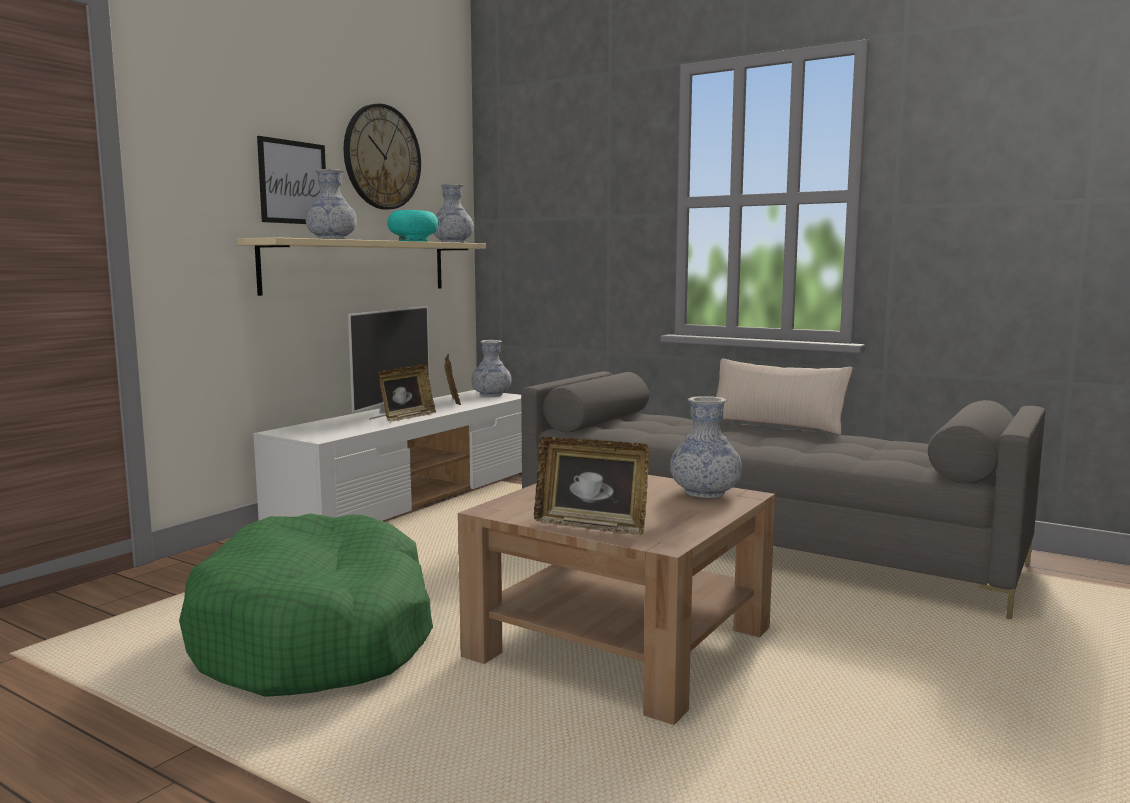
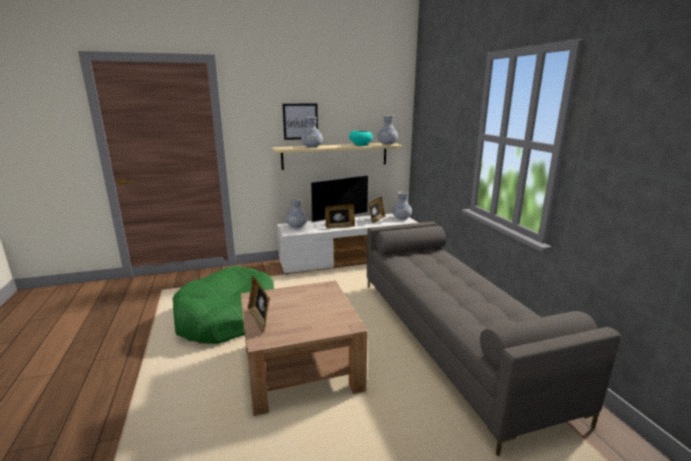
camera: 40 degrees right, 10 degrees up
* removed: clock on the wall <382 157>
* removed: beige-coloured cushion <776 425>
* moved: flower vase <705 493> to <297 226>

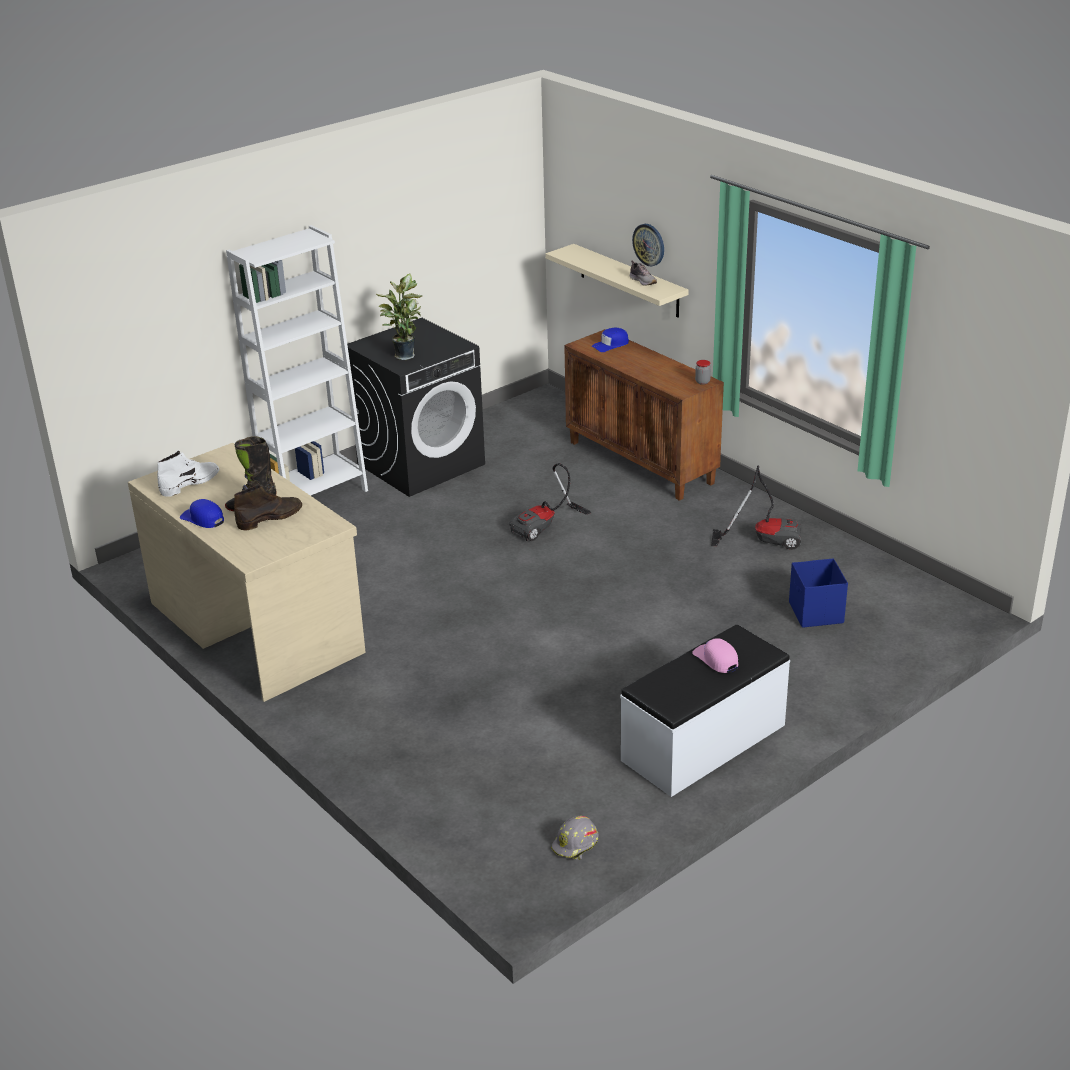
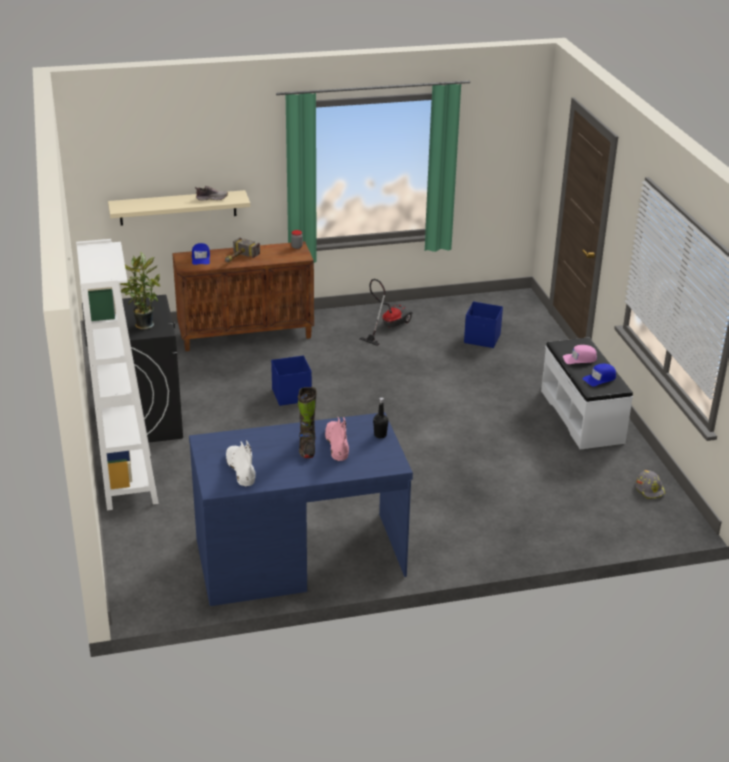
camera: 65 degrees left, 0 degrees up
* removed: clock on the wall <649 244>
* recoloured: beige-coloured desk <256 626> to blue-coloured desk <299 557>
* replaced: vacuum <546 527> to blue-coloured storage bin <291 395>
* recoloured: brown boot <270 517> to pinkish boot <336 444>
* moved: blue-coloured baseball cap <203 519> to <599 379>
* added: tool hammer <238 258>
* added: black bottle <380 435>

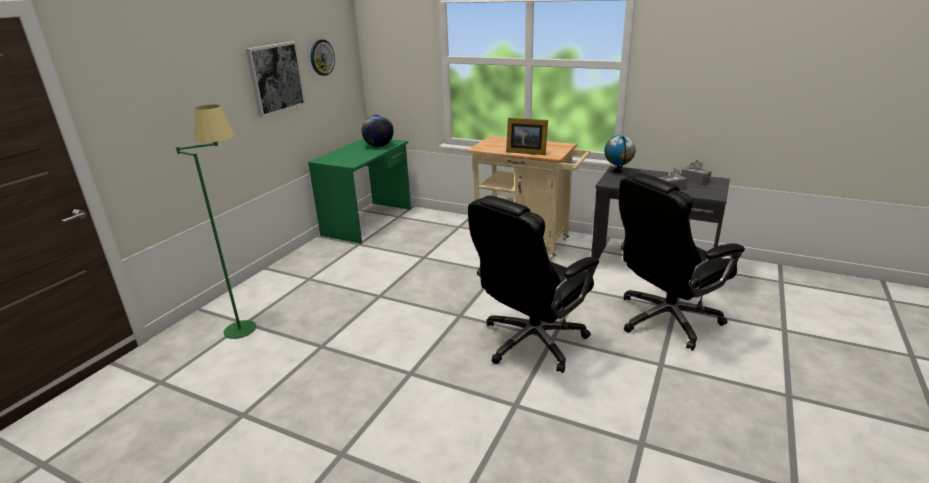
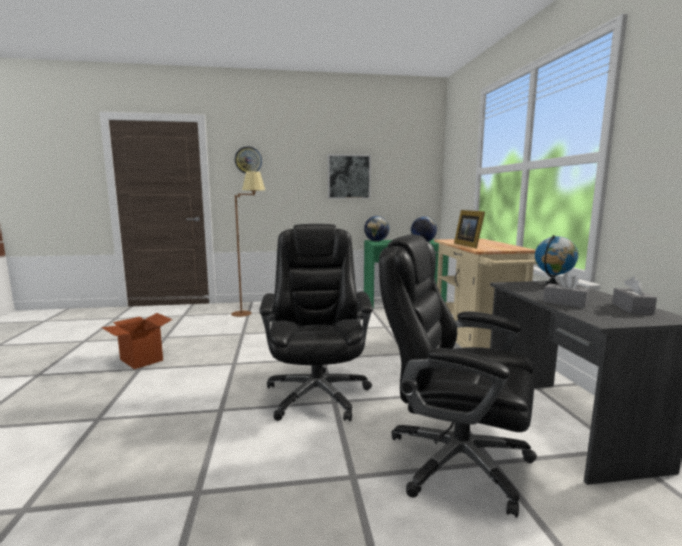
camera: 55 degrees right, 15 degrees down
* moved: clock on the wall <322 57> to <248 160>
* recoloured: green-coloured floor lamp <248 321> to brown floor lamp <250 312>
* turned: black office chair <531 342> = <317 394> 75 degrees clockwise
* added: world globe <376 241>
* added: cardboard box <141 360>

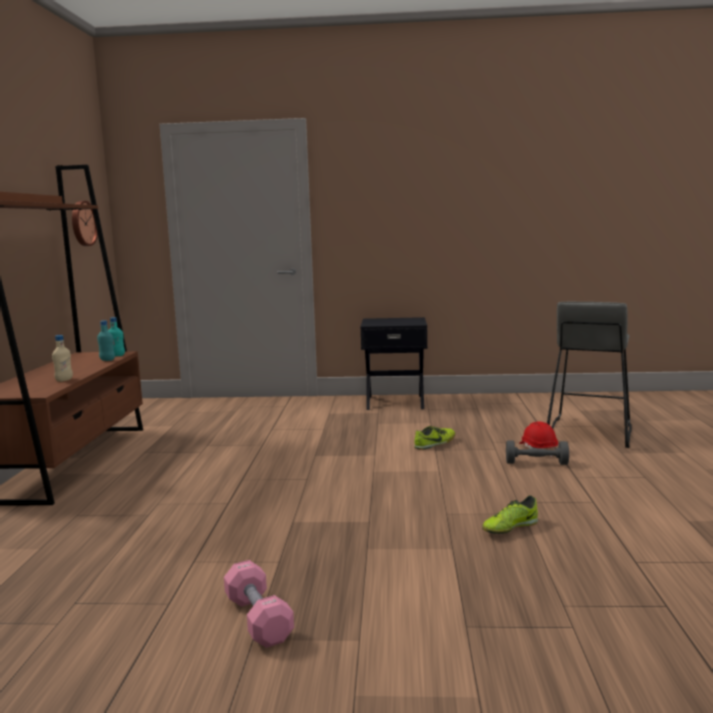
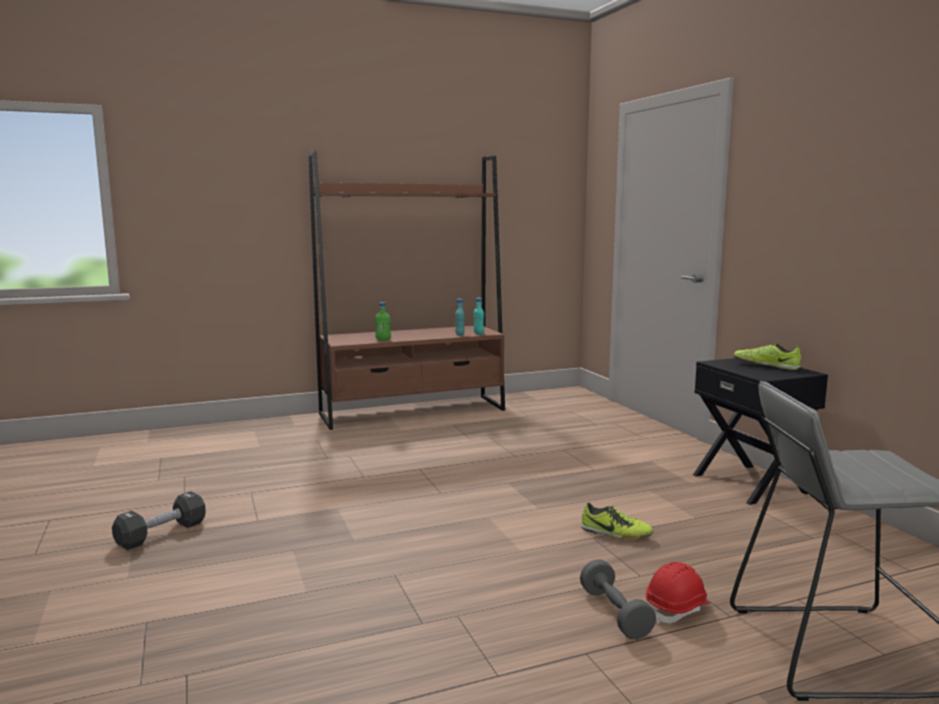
camera: 65 degrees right, 0 degrees up
* removed: clock on the wall <82 223>
* recoloured: beige-coloured bottle <64 380> to green-coloured bottle <383 339>
* moved: low shoe <509 528> to <766 365>
* recoloured: pinkish free weight <258 619> to black free weight <161 534>

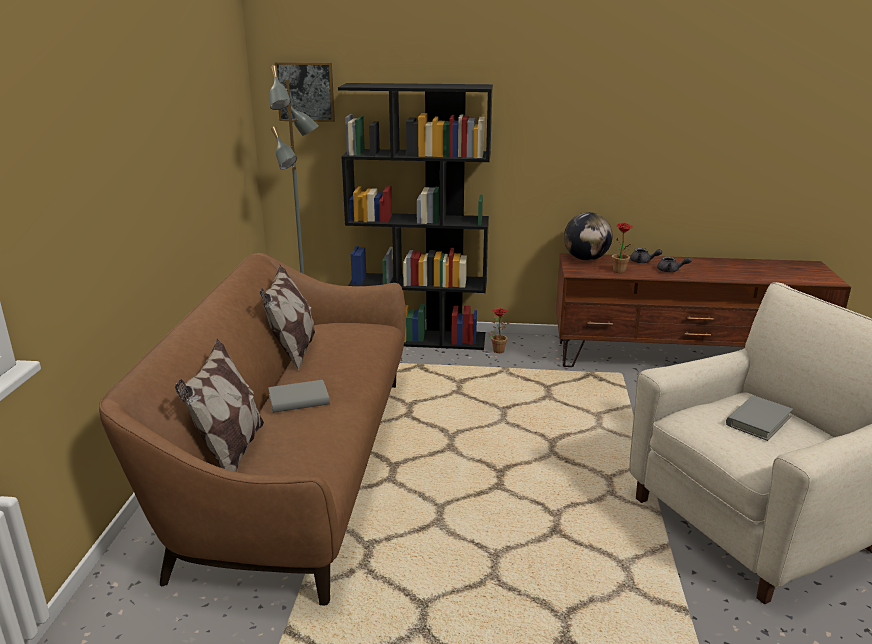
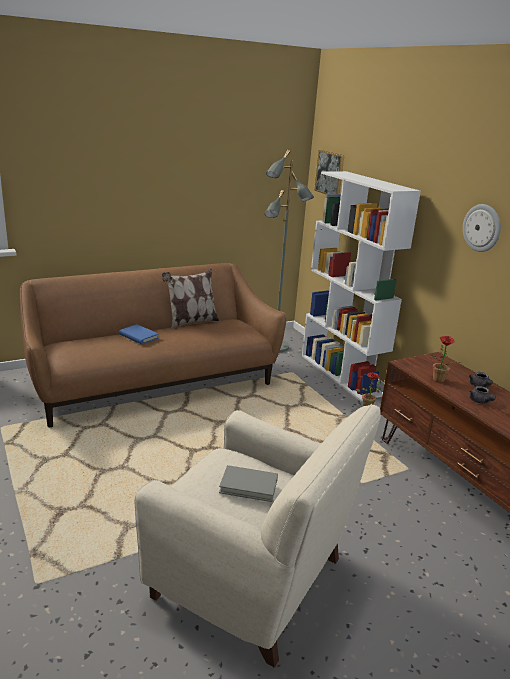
camera: 55 degrees right, 0 degrees up
* recoloured: black bookcase <420 338> to whitish bookcase <341 375>
* removed: world globe <586 259>
* removed: cushion <230 453>
* recoloured: gray volume <299 400> to blue-coloured volume <138 336>
* added: clock on the wall <482 228>

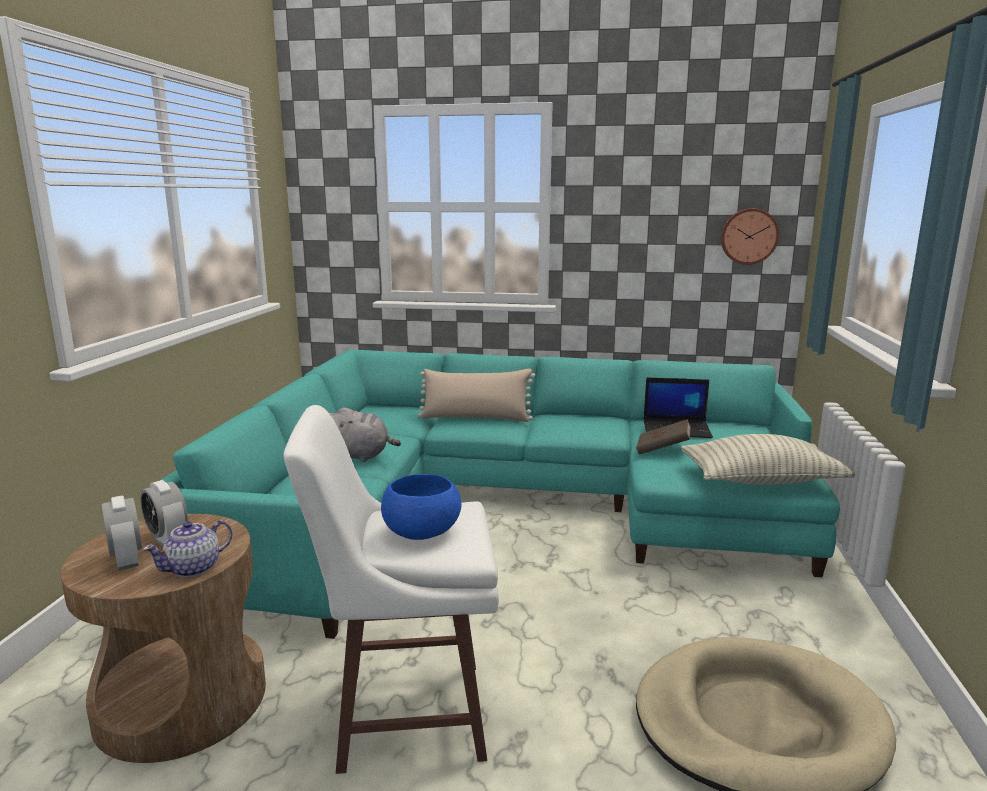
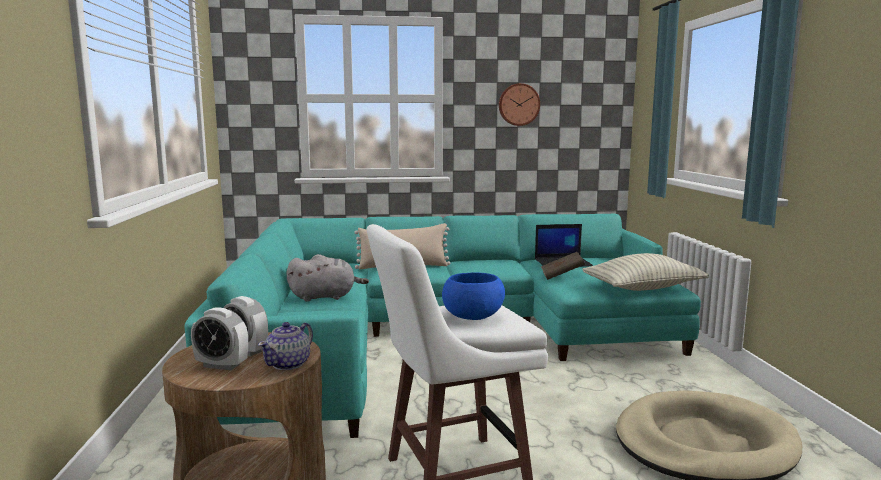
camera: 15 degrees left, 5 degrees down
* moved: clock on the wall <748 236> to <518 104>
* turned: table clock <127 560> = <221 365> 150 degrees clockwise

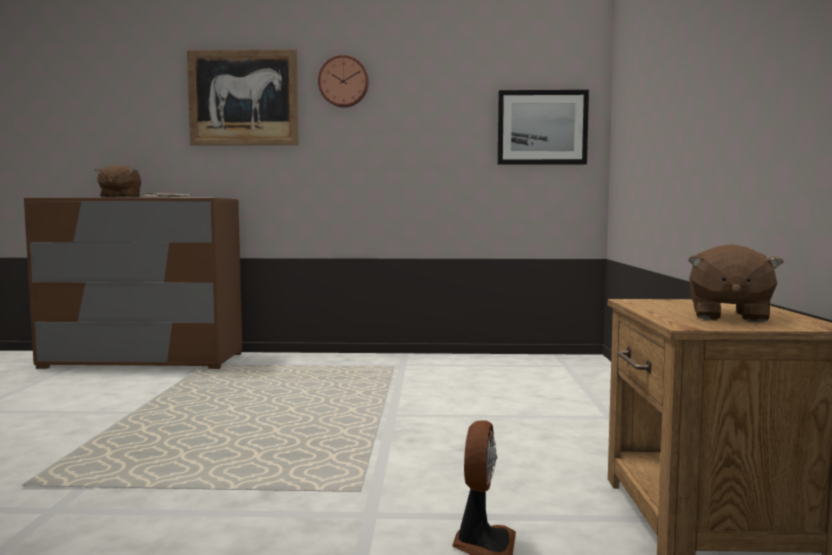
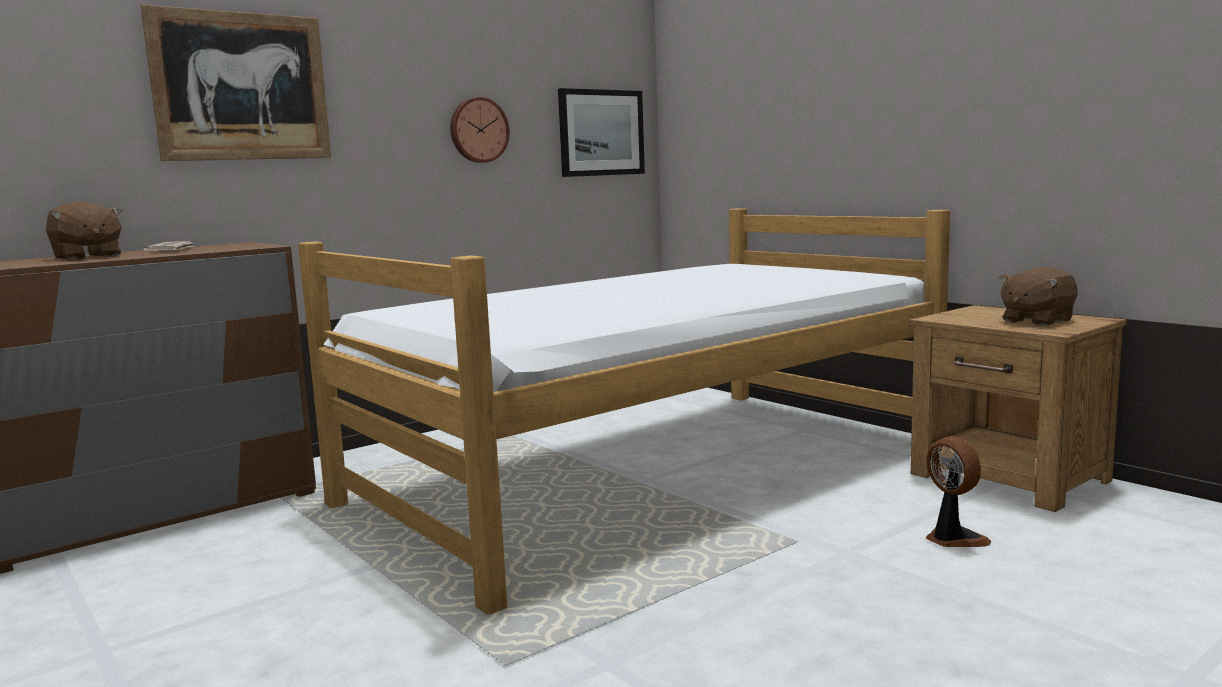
camera: 40 degrees left, 5 degrees up
* moved: clock on the wall <343 82> to <478 130>
* turned: brown plush toy <728 316> = <1036 321> 75 degrees clockwise
* added: sleeping bed <655 472>

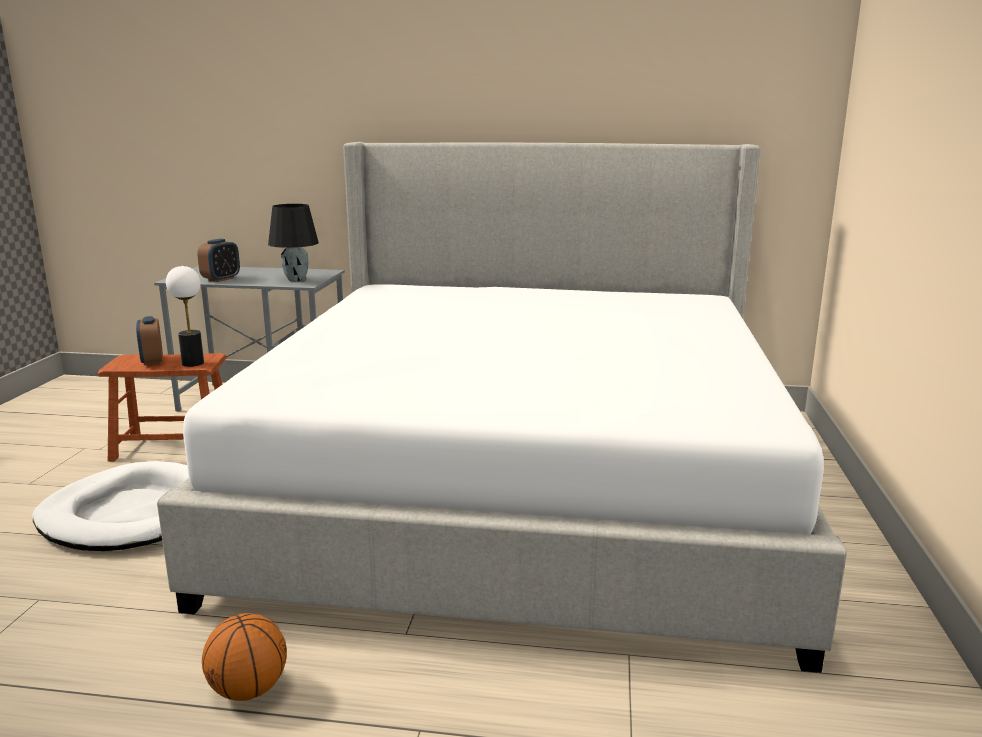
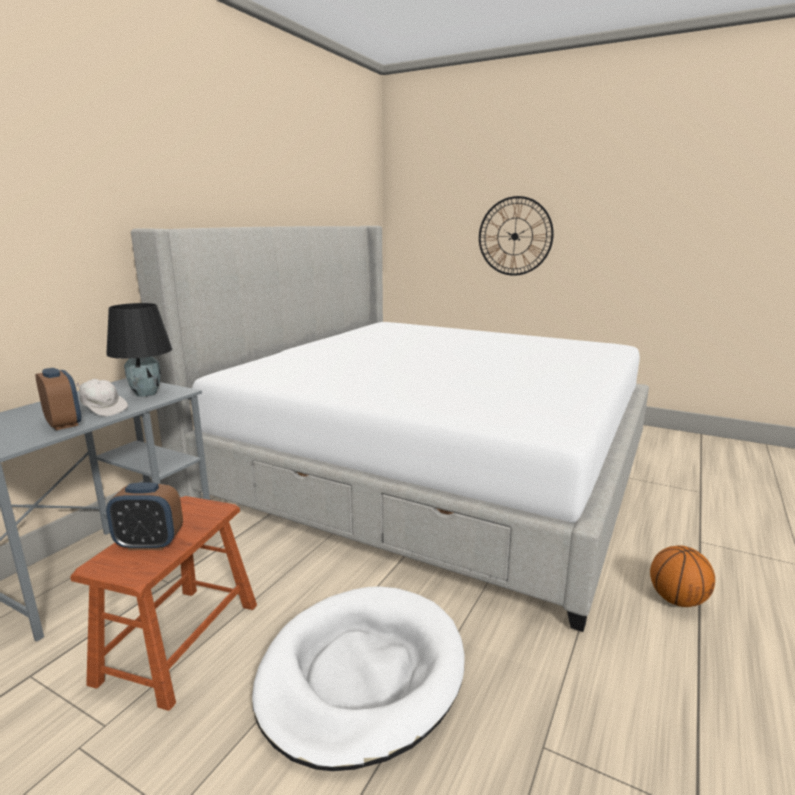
camera: 70 degrees left, 0 degrees up
* removed: lamp for a table <192 363>
* added: clock on the wall <515 236>
* added: whitish baseball cap <103 409>

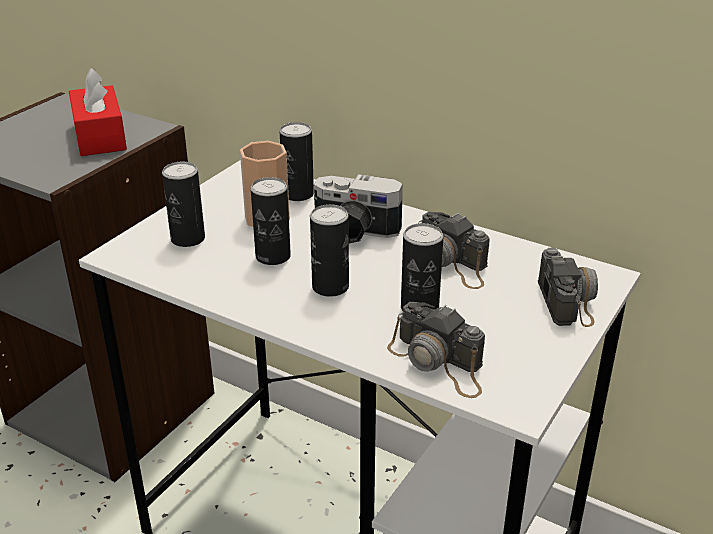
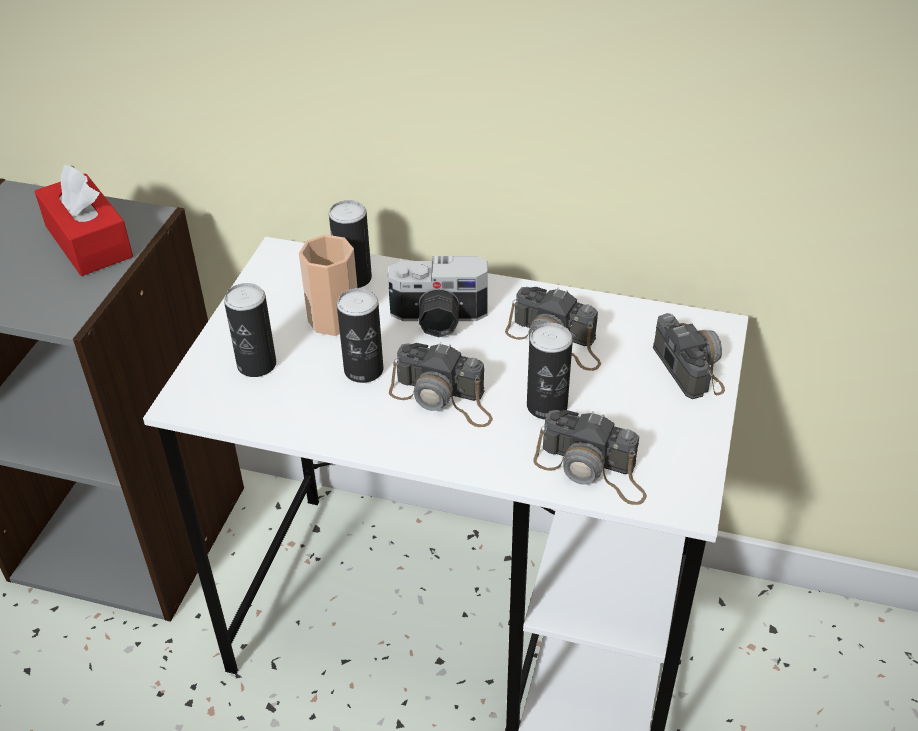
camera: 15 degrees left, 10 degrees up
* replaced: can <330 287> to still camera <443 398>

